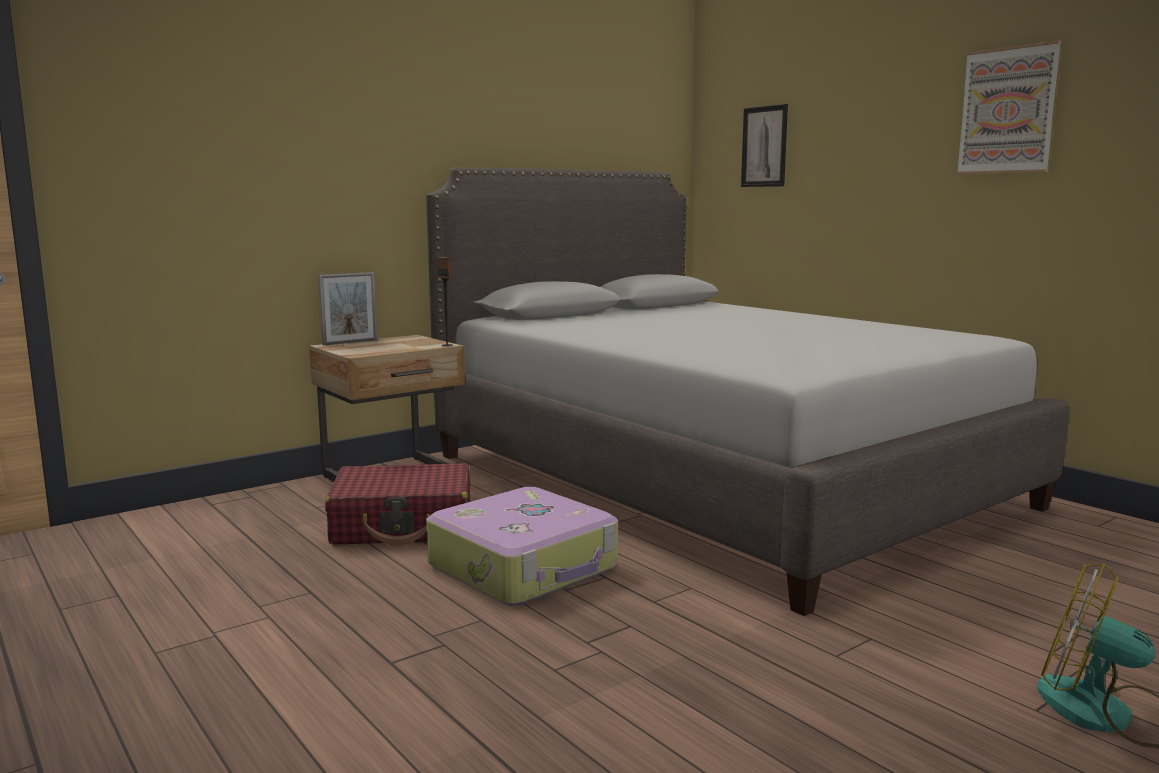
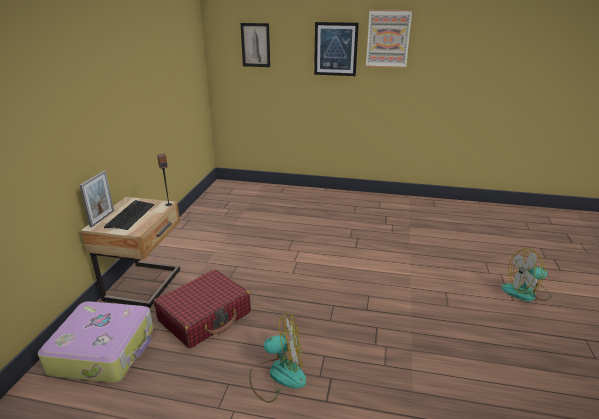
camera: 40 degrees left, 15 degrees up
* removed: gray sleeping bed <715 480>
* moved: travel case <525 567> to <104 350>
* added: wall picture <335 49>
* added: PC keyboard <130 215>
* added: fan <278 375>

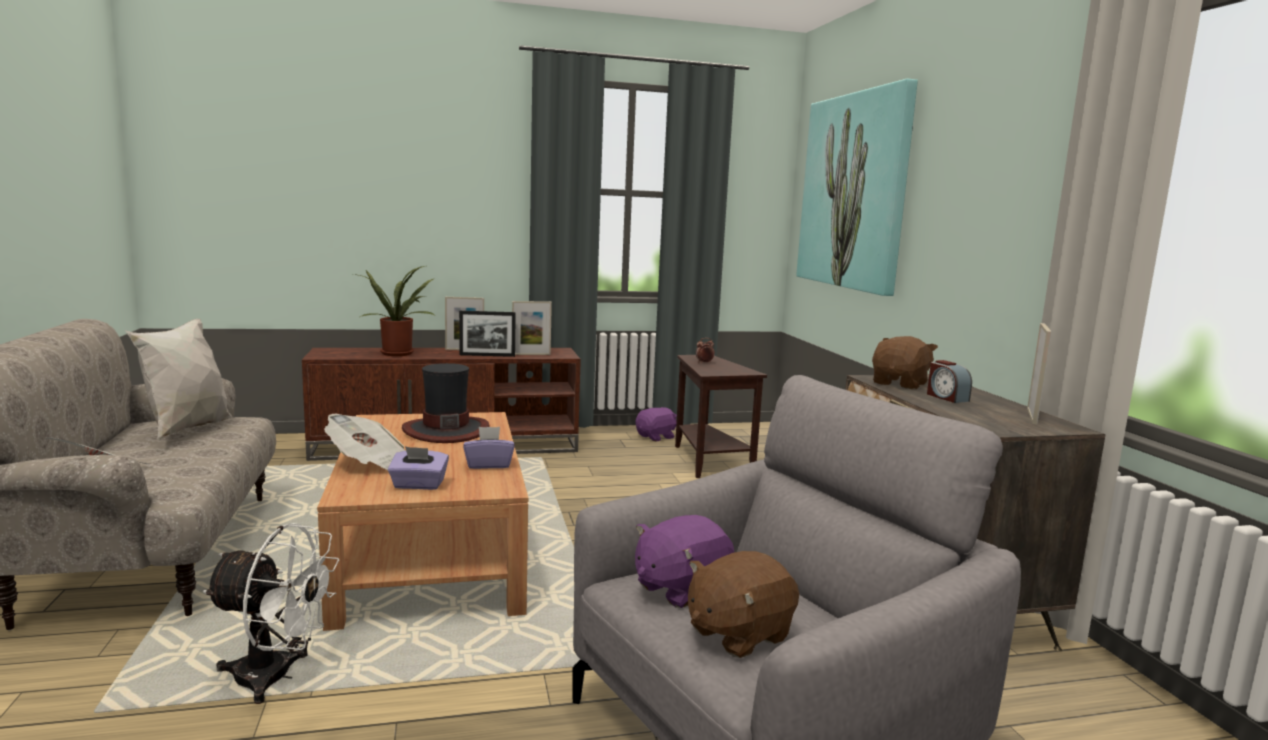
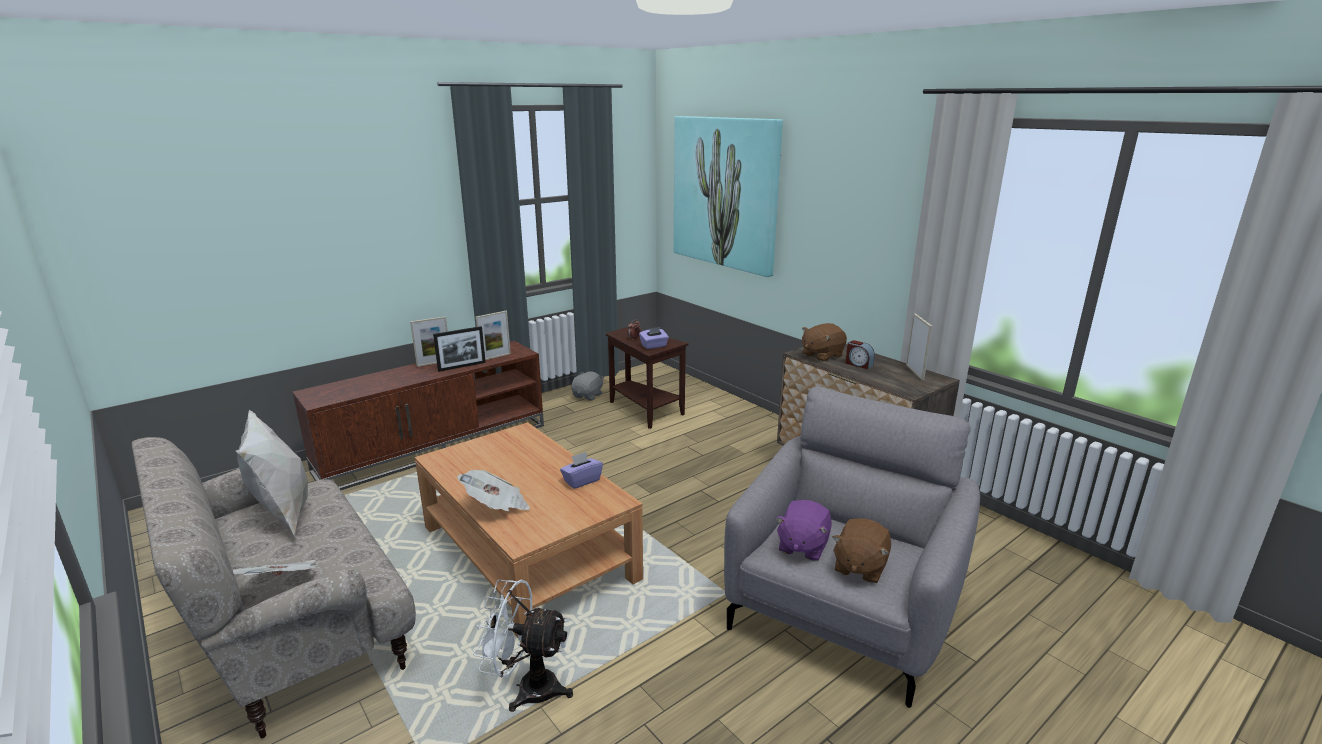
camera: 25 degrees left, 10 degrees up
* removed: plant in a pot <398 353>
* turned: brown plush toy <900 383> = <821 355> 135 degrees counterclockwise
* removed: hat <446 430>
* recoloured: purple-coloured plush toy <656 437> to gray plush toy <588 396>
* moved: purple-coloured tissue holder <418 485> to <654 346>
* turned: whitish fan <276 677> = <527 688> 150 degrees counterclockwise

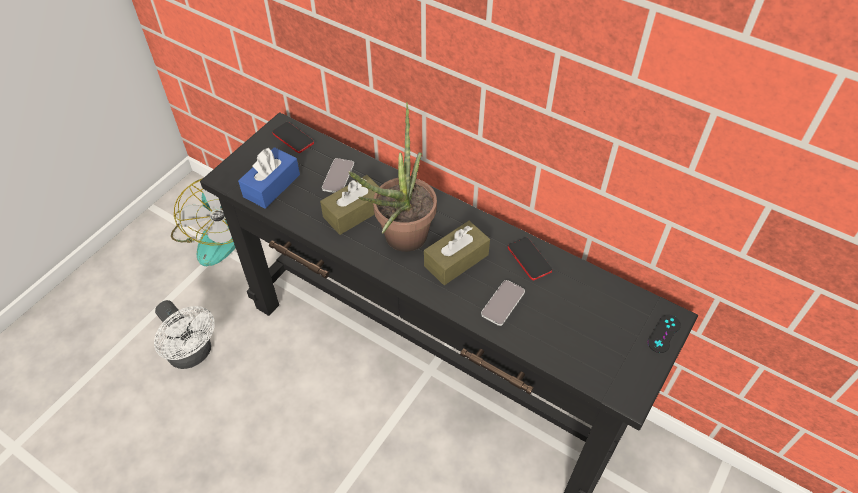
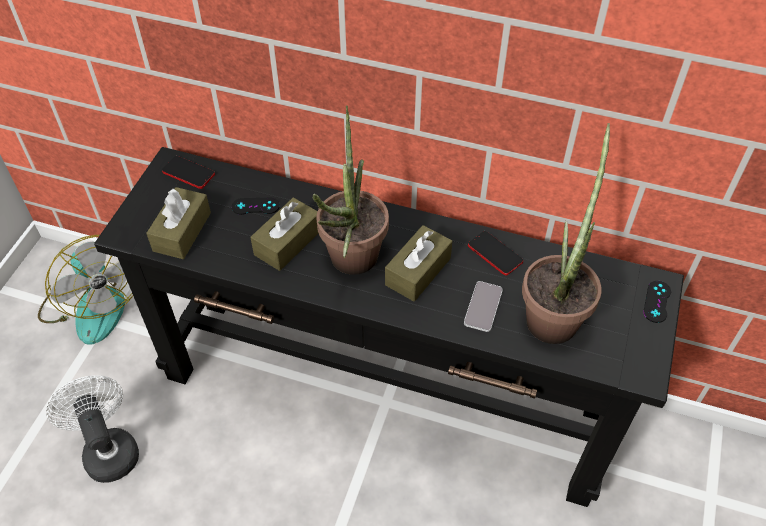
camera: 15 degrees left, 0 degrees up
* recoloured: blue-coloured tissue holder <271 185> to brown tissue holder <182 231>
* replaced: phone <338 176> to black game controller <255 206>
* turned: whitish fan <193 354> = <108 449> 150 degrees counterclockwise
* added: plant in a pot <554 313>

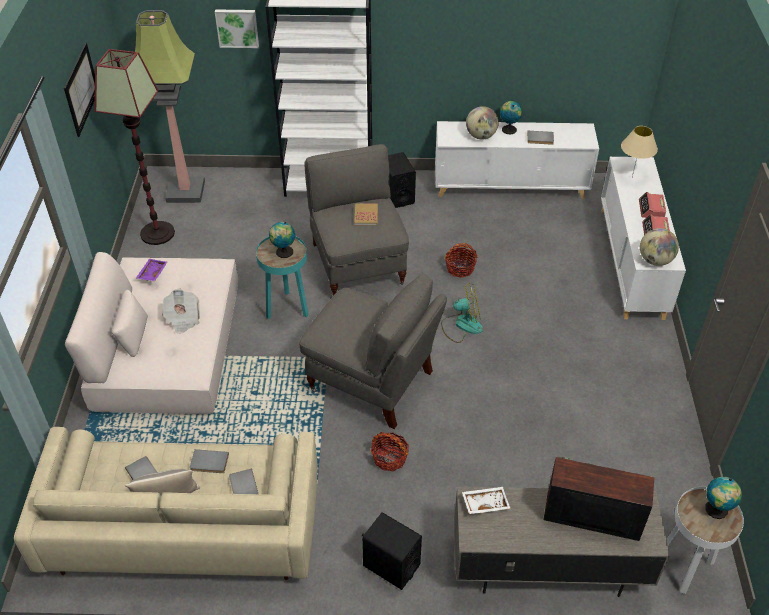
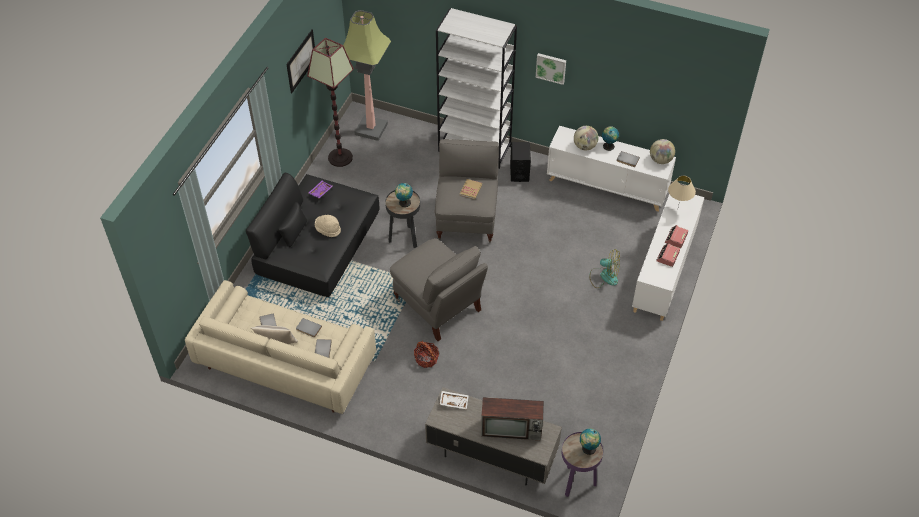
camera: 20 degrees right, 5 degrees up
* moved: wall picture <237 27> to <551 67>
* moved: world globe <655 260> to <660 160>
* recoloured: turquoise accent table <287 309> to black accent table <404 238>
* removed: storage basket <460 268>
* recoloured: beige-coloured settee <168 346> to black settee <318 243>
* moved: fan <462 325> to <604 276>
* replaced: printed paper <183 318> to beige-coloured hat <328 229>
* turned: television <590 516> = <512 428> 150 degrees clockwise
* recoloured: whitish accent table <685 568> to purple-coloured accent table <577 482>
* removed: black audio speaker <391 565>

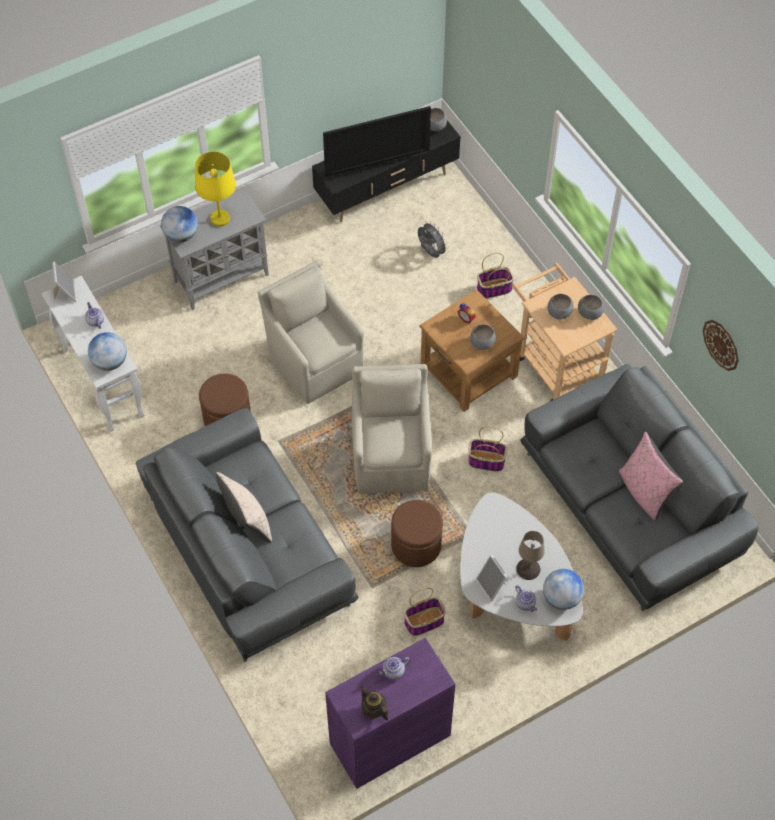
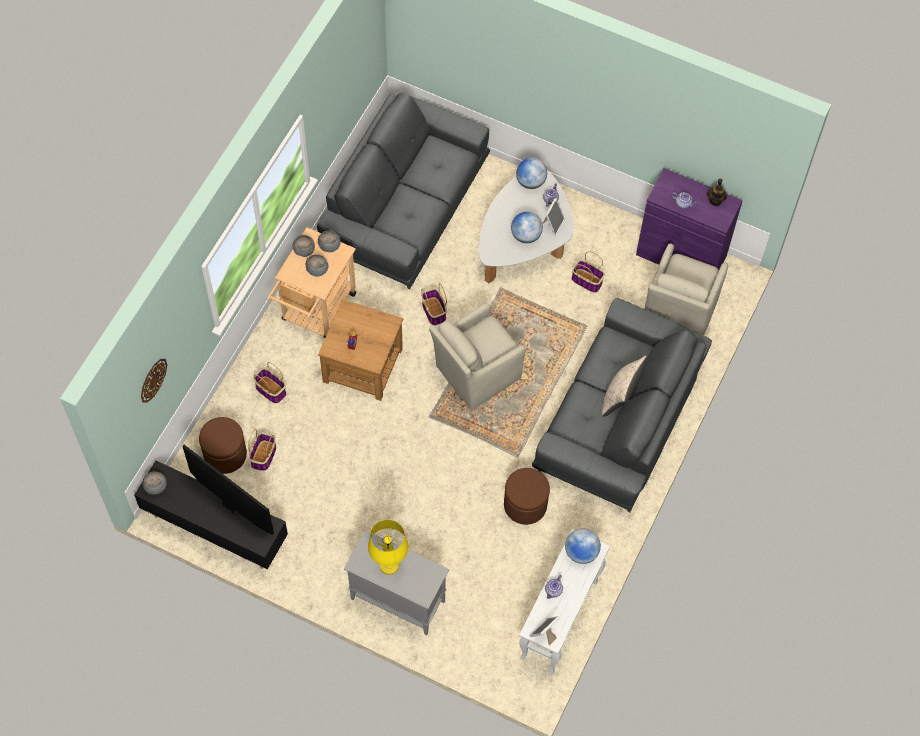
camera: 125 degrees left, 5 degrees up
* moved: world globe <181 235> to <526 235>
* replaced: gray fan <430 252> to storage basket <263 456>
* moved: beige-coloured armchair <314 362> to <678 313>
* moved: clock on the wall <721 344> to <153 380>
* moved: gray bowl <482 343> to <330 246>
* removed: pinkish cushion <644 492>
* moved: brown pouffe <416 545> to <225 454>
* removed: beige-coloured lamp for a table <528 569>

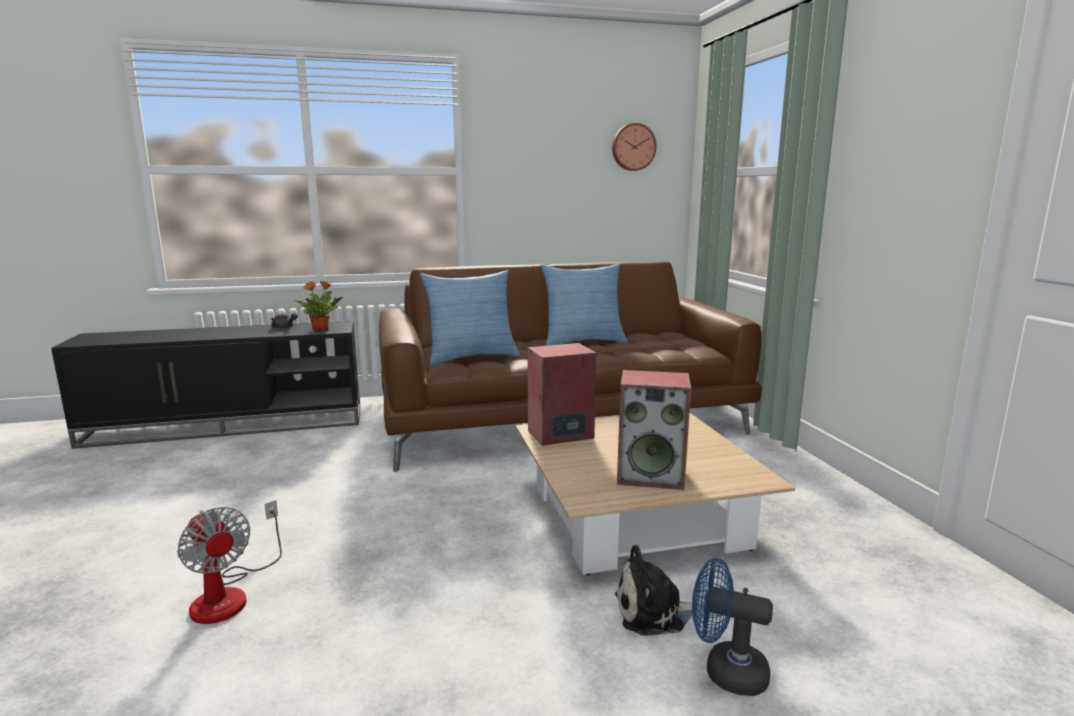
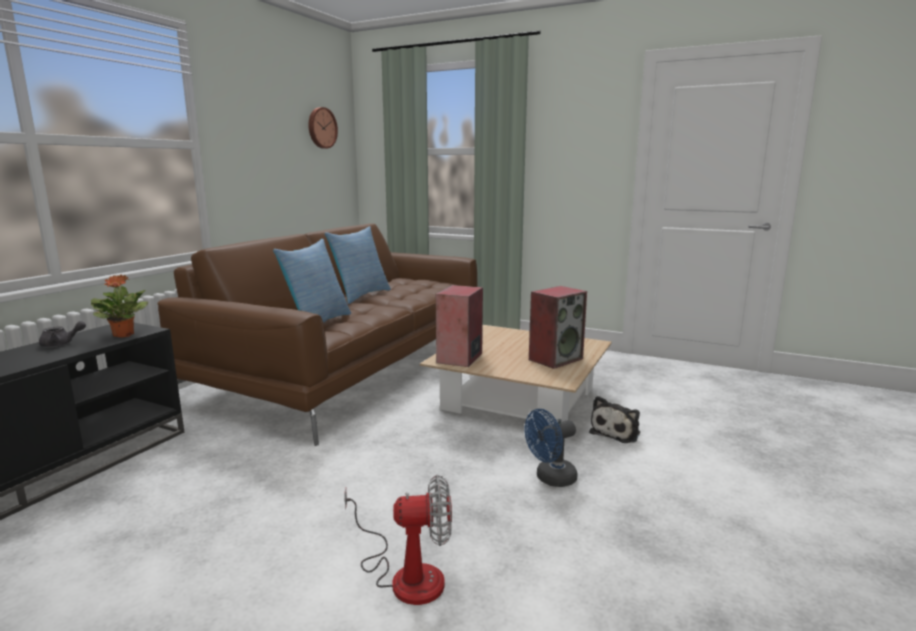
camera: 50 degrees left, 0 degrees up
* moved: blue-coloured fan <725 671> to <551 479>

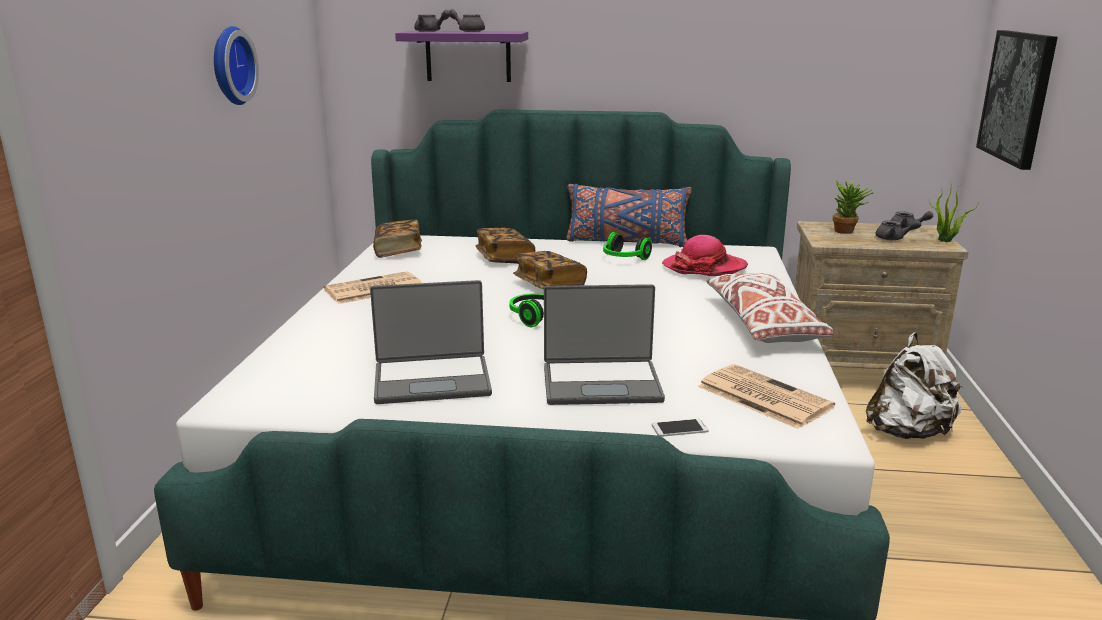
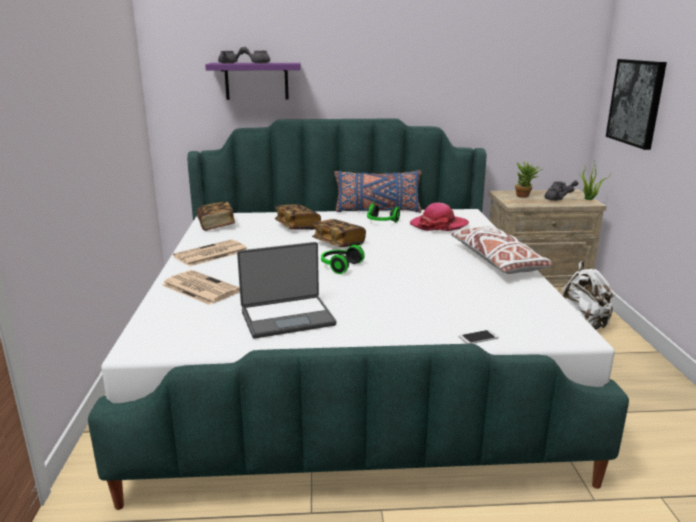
camera: 10 degrees left, 0 degrees up
* removed: clock on the wall <229 66>
* removed: portable computer <601 383>
* moved: printed paper <762 396> to <199 288>

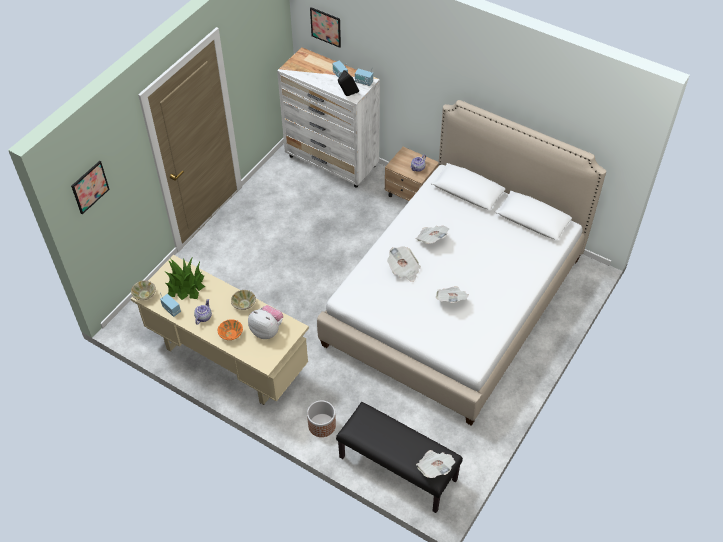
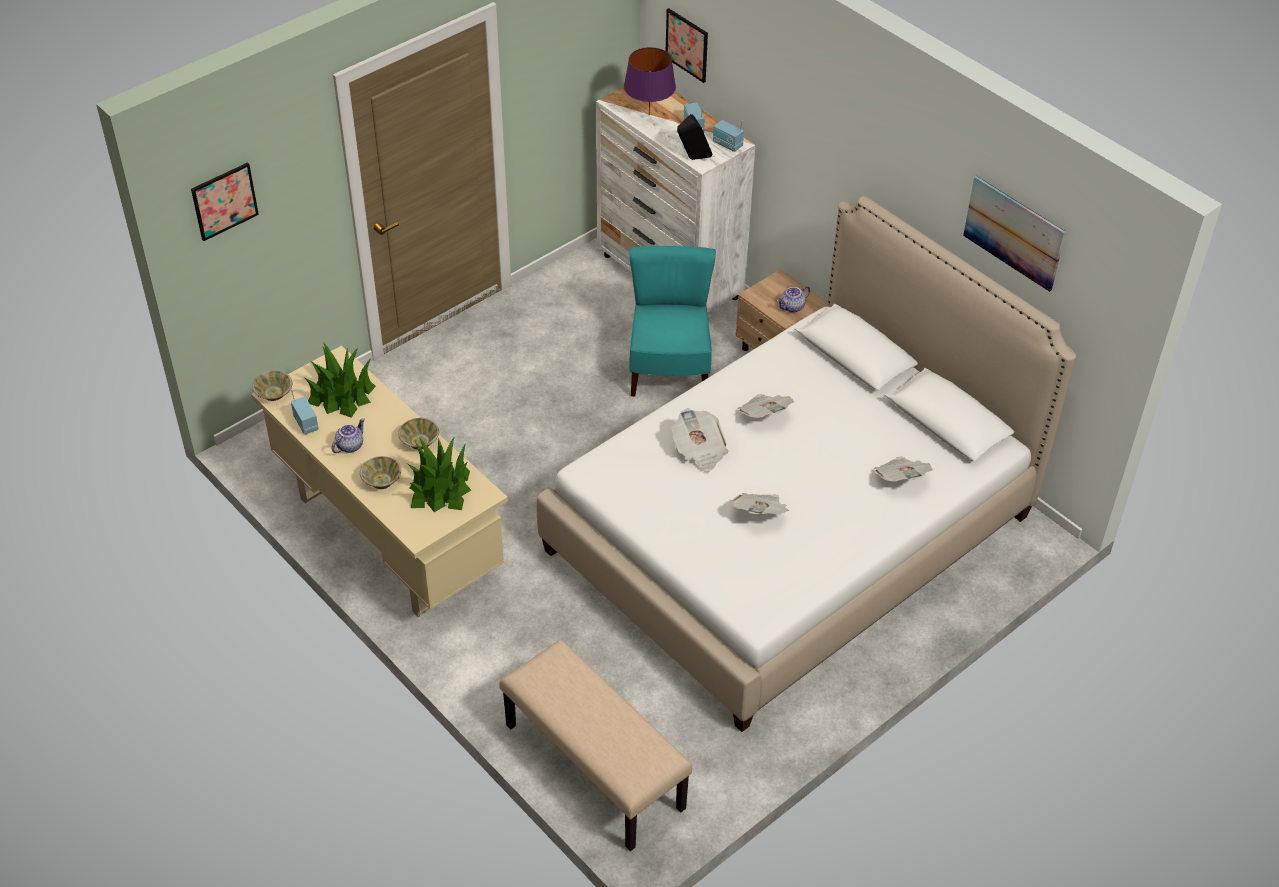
camera: 15 degrees right, 5 degrees down
* replaced: plush toy <267 330> to plant in a pot <440 488>
* recoloured: orangey bowl <231 334> to beige-coloured bowl <381 480>
* removed: flower pot <322 425>
* recoloured: black bench <397 469> to beige-coloured bench <593 767>
* moved: printed paper <434 467> to <901 479>
* added: purple-coloured lamp for a table <649 114>
* added: wall picture <1014 233>
* added: turquoise chair <669 371>

